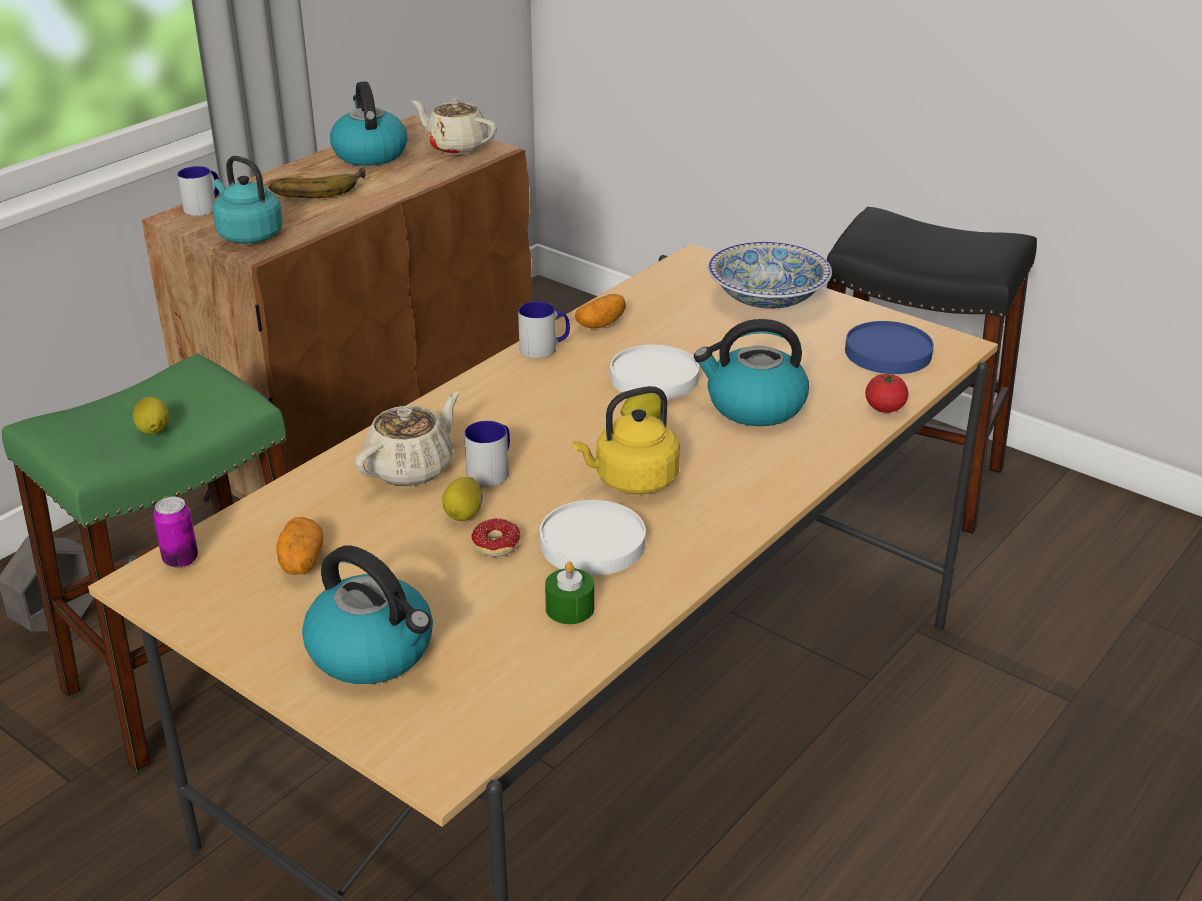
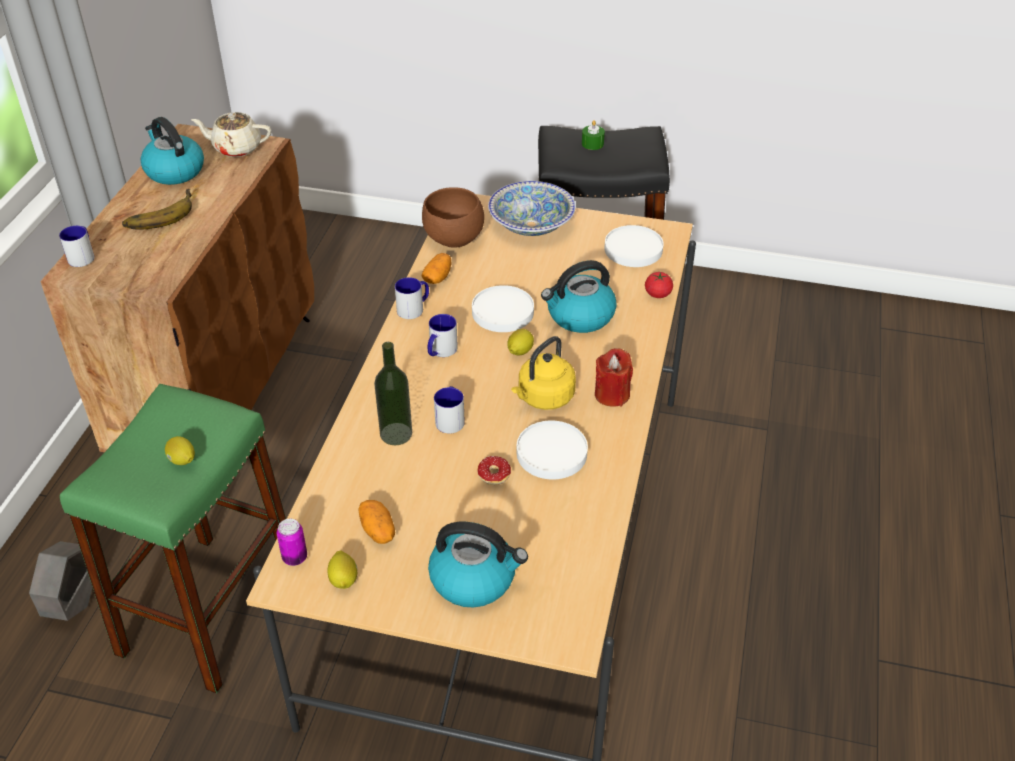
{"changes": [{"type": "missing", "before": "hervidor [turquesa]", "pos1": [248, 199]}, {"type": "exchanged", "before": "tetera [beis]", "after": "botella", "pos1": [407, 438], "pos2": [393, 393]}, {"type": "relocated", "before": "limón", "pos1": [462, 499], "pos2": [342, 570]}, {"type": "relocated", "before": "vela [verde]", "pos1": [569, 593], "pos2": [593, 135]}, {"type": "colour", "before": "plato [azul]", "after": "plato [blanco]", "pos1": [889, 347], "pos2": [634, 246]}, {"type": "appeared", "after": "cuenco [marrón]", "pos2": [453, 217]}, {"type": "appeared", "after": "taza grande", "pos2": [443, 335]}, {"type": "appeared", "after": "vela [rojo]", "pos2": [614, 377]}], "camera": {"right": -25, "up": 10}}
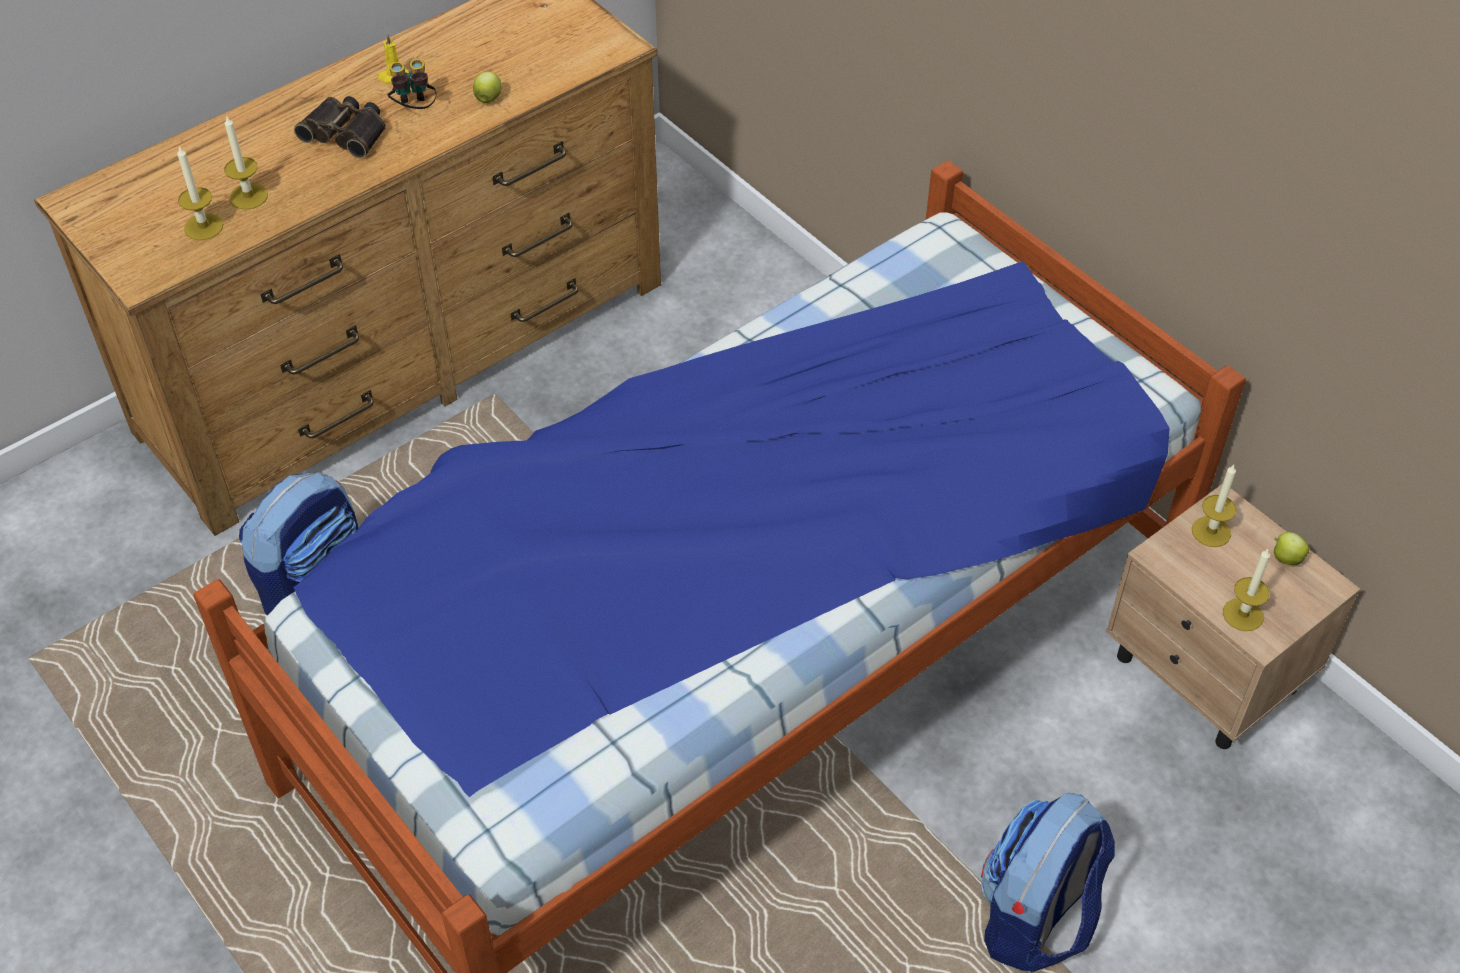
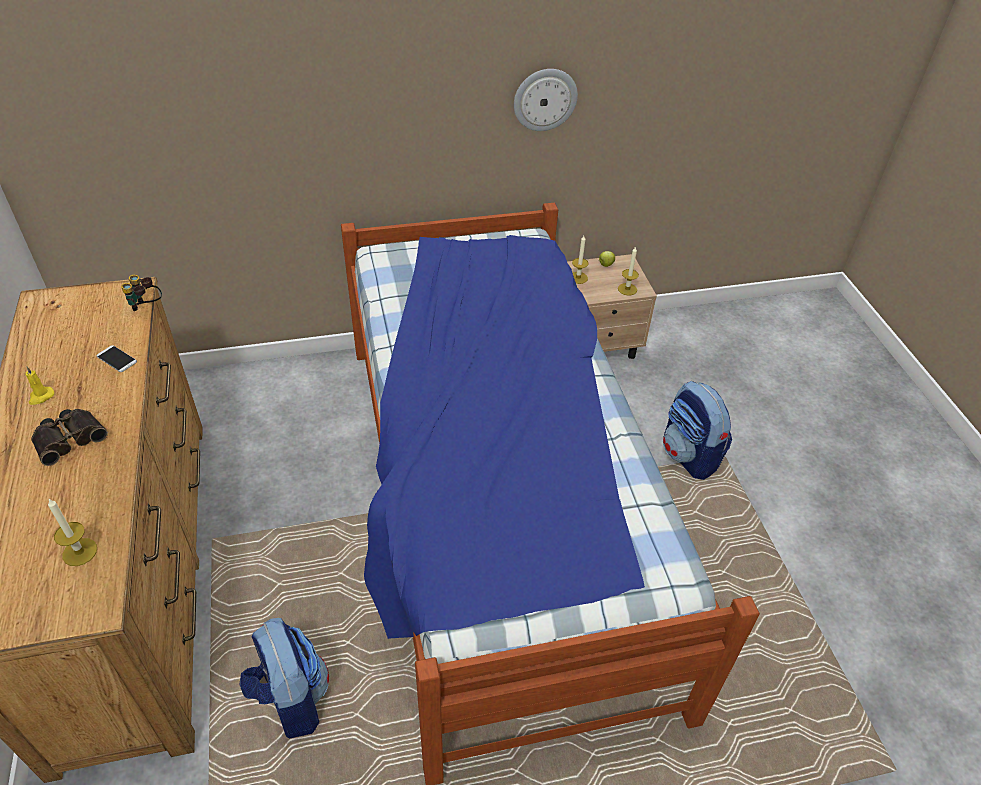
{"changes": [{"type": "missing", "before": "vela", "pos1": [246, 163]}, {"type": "relocated", "before": "prismáticos", "pos1": [411, 84], "pos2": [141, 293]}, {"type": "exchanged", "before": "manzana", "after": "móvil", "pos1": [487, 87], "pos2": [116, 358]}, {"type": "appeared", "after": "reloj de pared", "pos2": [546, 100]}], "camera": {"right": -65, "up": -5}}
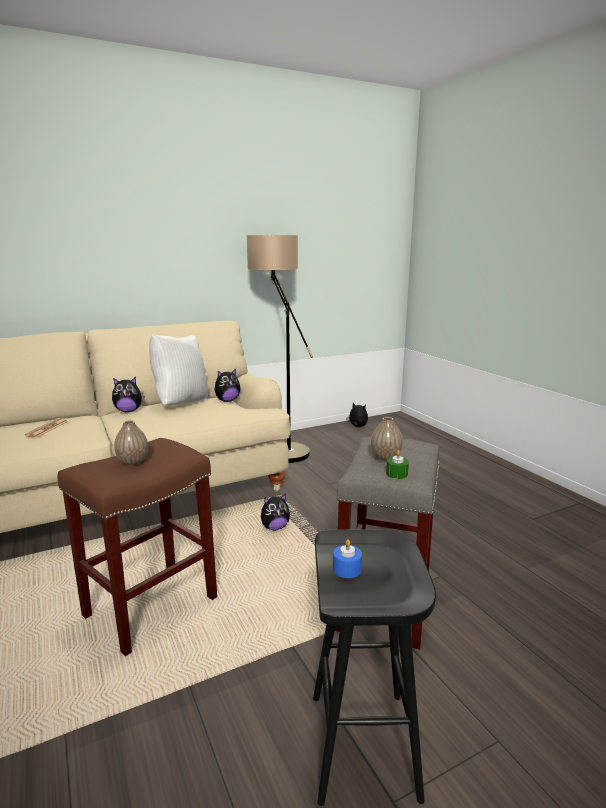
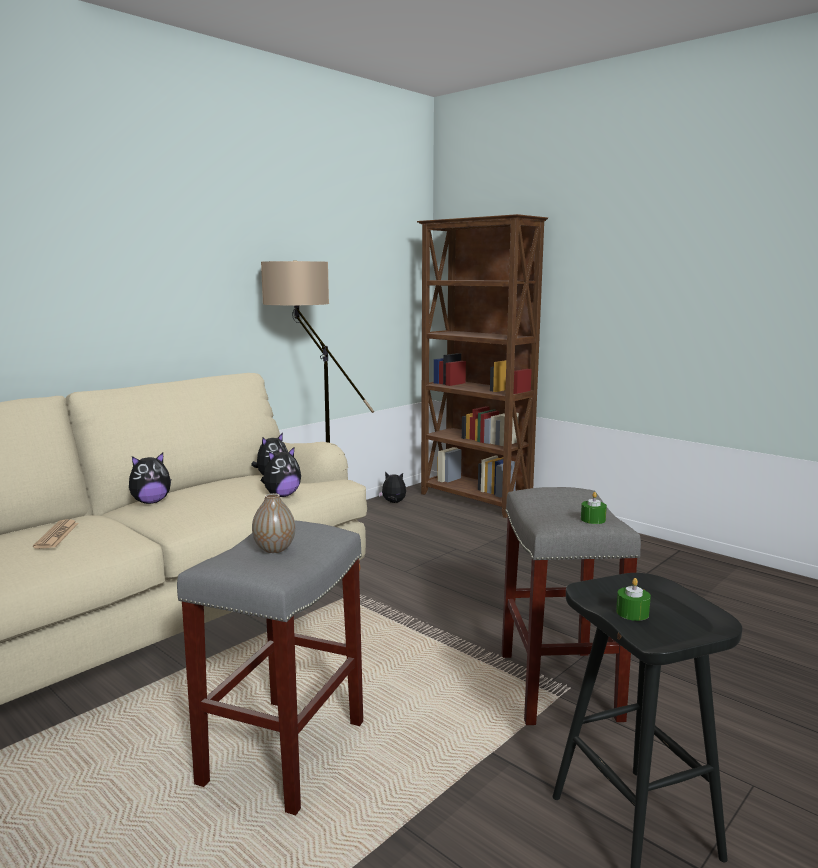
{"changes": [{"type": "colour", "before": "taburete [marrón]", "after": "taburete [gris]", "pos1": [137, 547], "pos2": [270, 668]}, {"type": "missing", "before": "cojín [blanco]", "pos1": [178, 369]}, {"type": "relocated", "before": "peluche", "pos1": [275, 512], "pos2": [281, 471]}, {"type": "colour", "before": "vela [azul]", "after": "vela [verde]", "pos1": [347, 558], "pos2": [633, 599]}, {"type": "missing", "before": "florero", "pos1": [387, 439]}, {"type": "appeared", "after": "estantería [marrón]", "pos2": [482, 366]}], "camera": {"right": -20, "up": -5}}
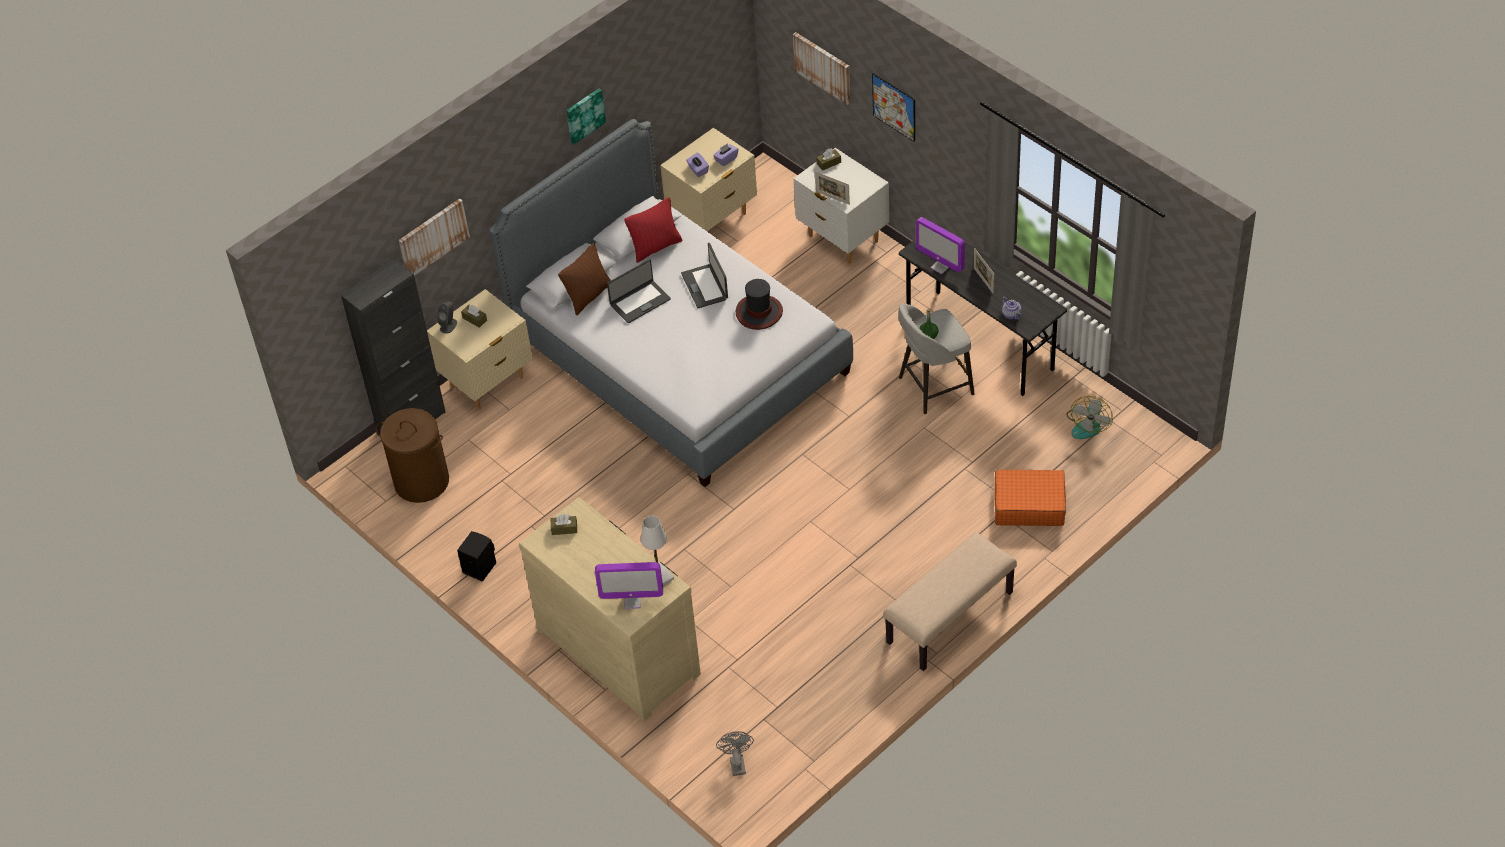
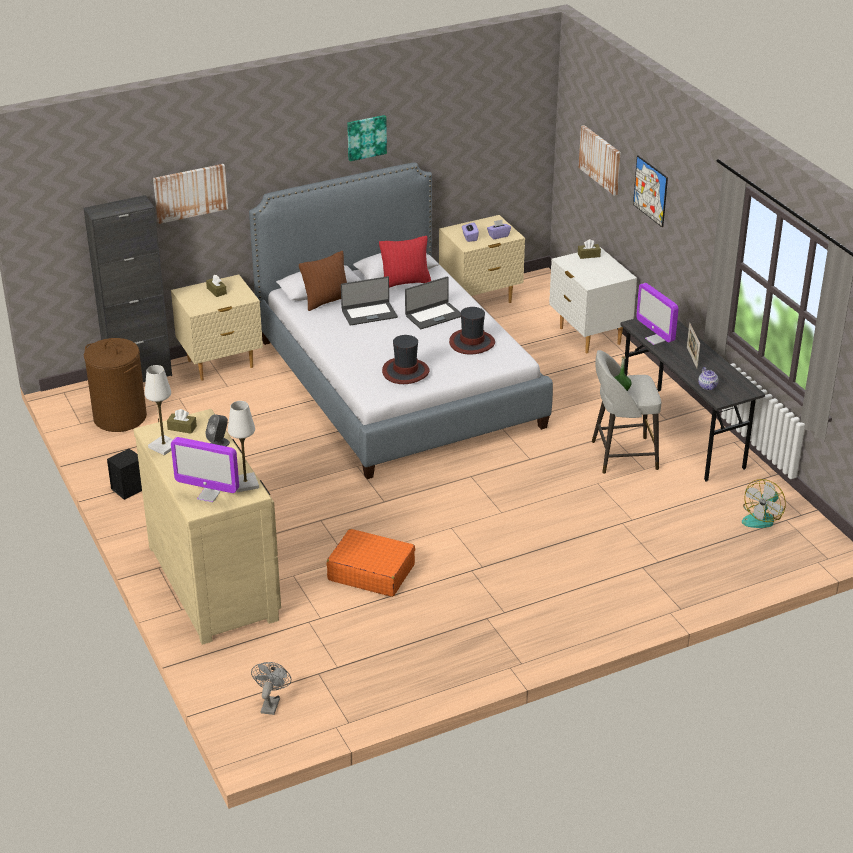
{"changes": [{"type": "relocated", "before": "altavoz [gris]", "pos1": [447, 318], "pos2": [217, 430]}, {"type": "spun", "before": "portátil", "pos1": [704, 275], "pos2": [433, 302], "turn": -120}, {"type": "missing", "before": "portarretratos", "pos1": [832, 188]}, {"type": "missing", "before": "banco [beis]", "pos1": [950, 601]}, {"type": "relocated", "before": "maleta [naranja]", "pos1": [1030, 498], "pos2": [371, 563]}, {"type": "appeared", "after": "lámpara de mesa [blanco]", "pos2": [158, 410]}, {"type": "appeared", "after": "sombrero", "pos2": [405, 359]}], "camera": {"right": 15, "up": -15}}
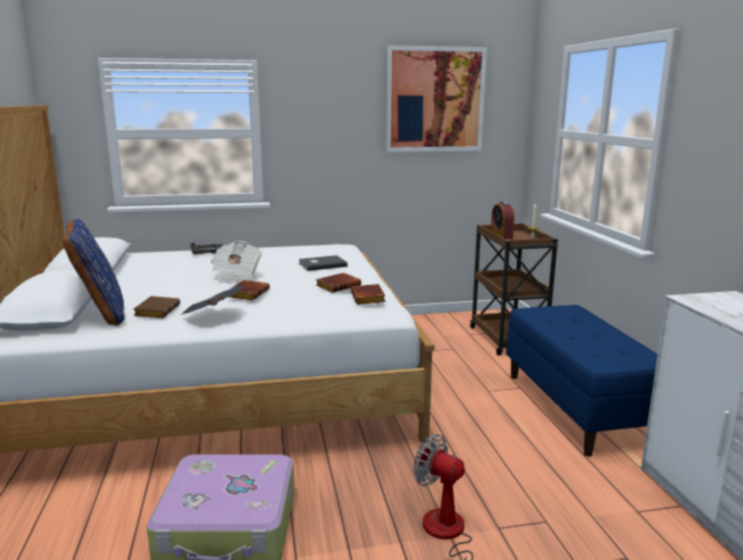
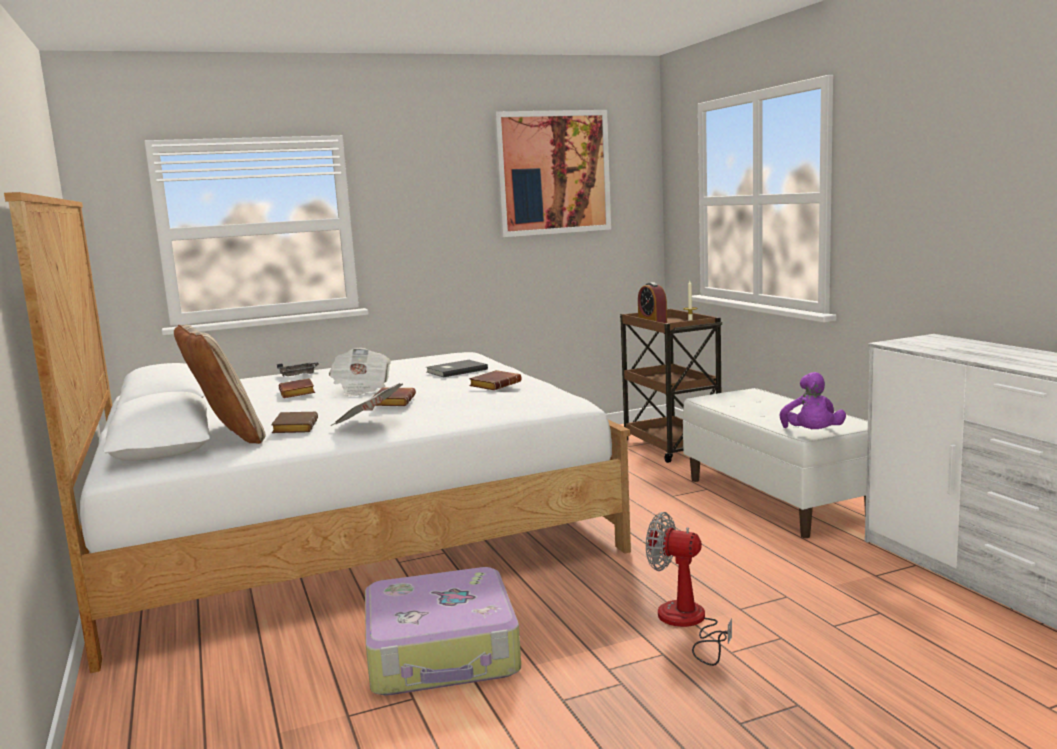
{"changes": [{"type": "colour", "before": "cojín [azul]", "after": "cojín [beis]", "pos1": [94, 272], "pos2": [220, 384]}, {"type": "relocated", "before": "libro [marrón]", "pos1": [368, 294], "pos2": [297, 388]}, {"type": "colour", "before": "banco [azul]", "after": "banco [blanco]", "pos1": [582, 381], "pos2": [775, 463]}, {"type": "appeared", "after": "peluche [morado]", "pos2": [813, 400]}], "camera": {"right": -10, "up": -5}}
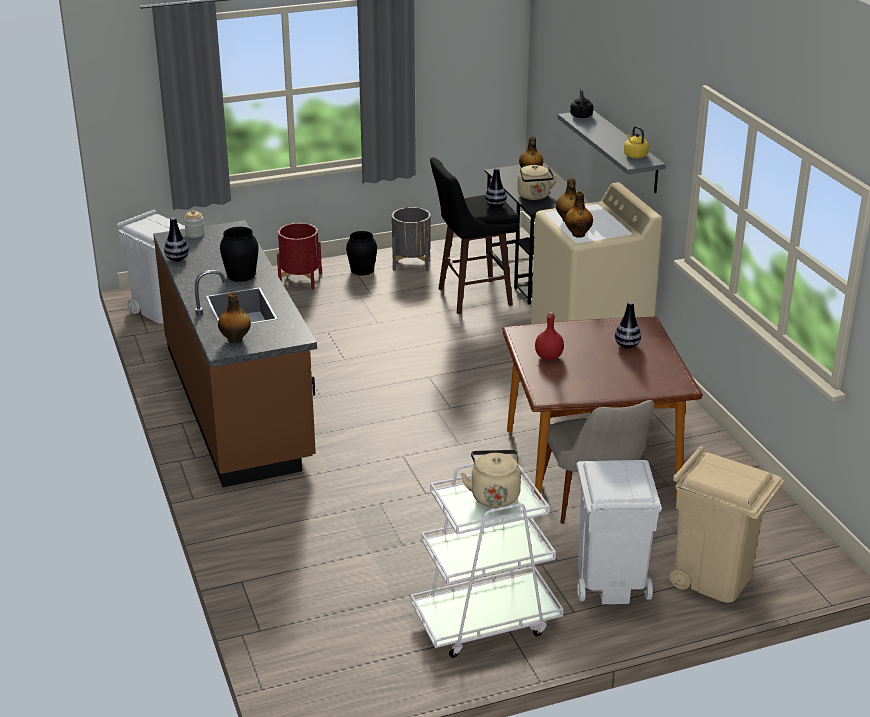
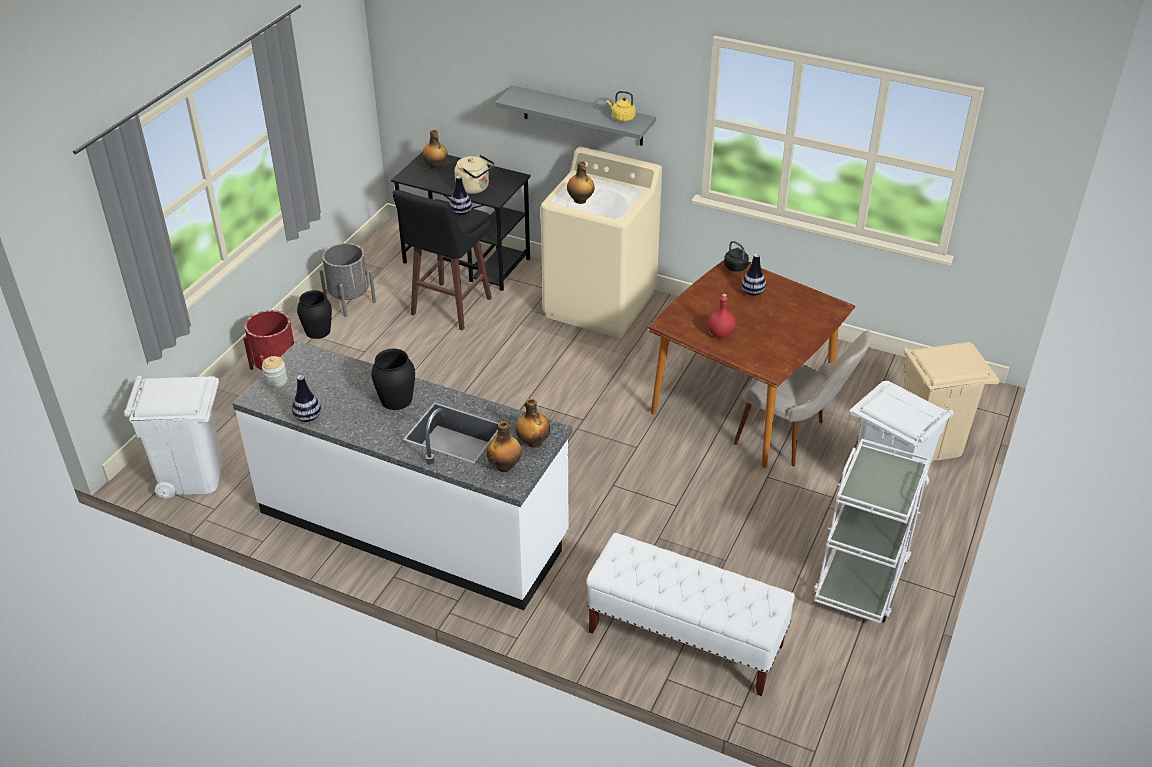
{"changes": [{"type": "colour", "before": "mueble bajo de cocina [marrón]", "after": "mueble bajo de cocina [blanco]", "pos1": [235, 353], "pos2": [402, 475]}, {"type": "missing", "before": "hervidor [beis]", "pos1": [491, 479]}, {"type": "relocated", "before": "botella", "pos1": [579, 214], "pos2": [532, 423]}, {"type": "relocated", "before": "hervidor [negro]", "pos1": [581, 103], "pos2": [737, 256]}, {"type": "appeared", "after": "banco [blanco]", "pos2": [690, 614]}], "camera": {"right": -45, "up": 10}}
